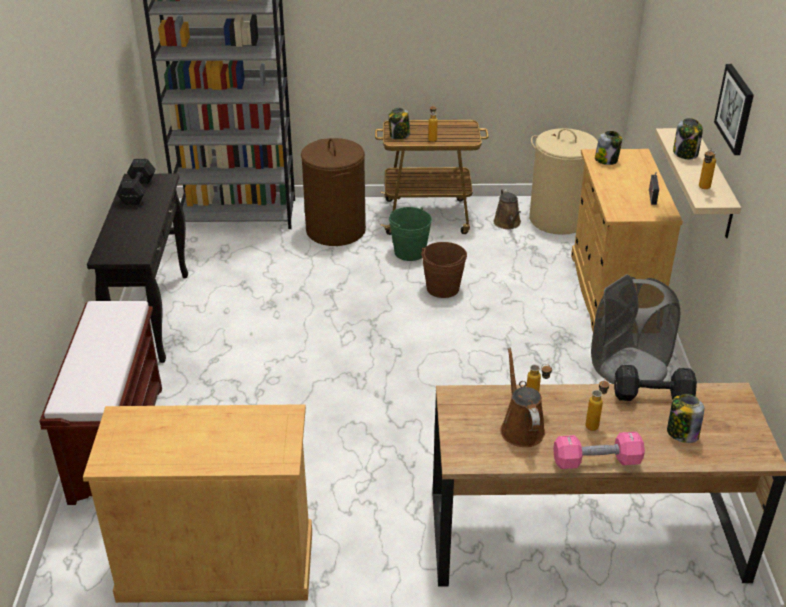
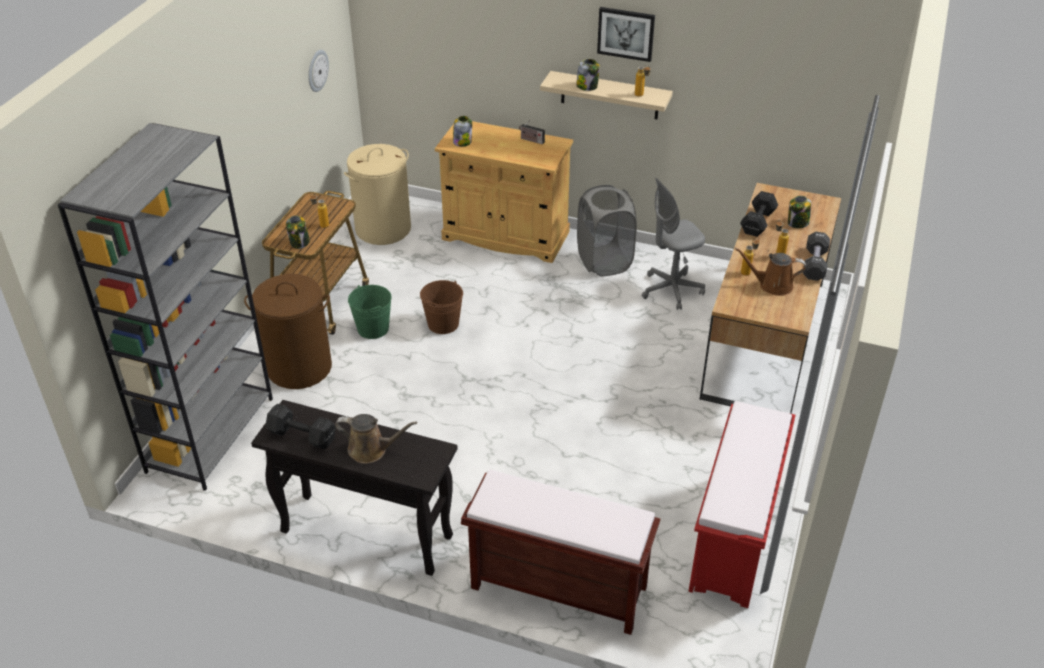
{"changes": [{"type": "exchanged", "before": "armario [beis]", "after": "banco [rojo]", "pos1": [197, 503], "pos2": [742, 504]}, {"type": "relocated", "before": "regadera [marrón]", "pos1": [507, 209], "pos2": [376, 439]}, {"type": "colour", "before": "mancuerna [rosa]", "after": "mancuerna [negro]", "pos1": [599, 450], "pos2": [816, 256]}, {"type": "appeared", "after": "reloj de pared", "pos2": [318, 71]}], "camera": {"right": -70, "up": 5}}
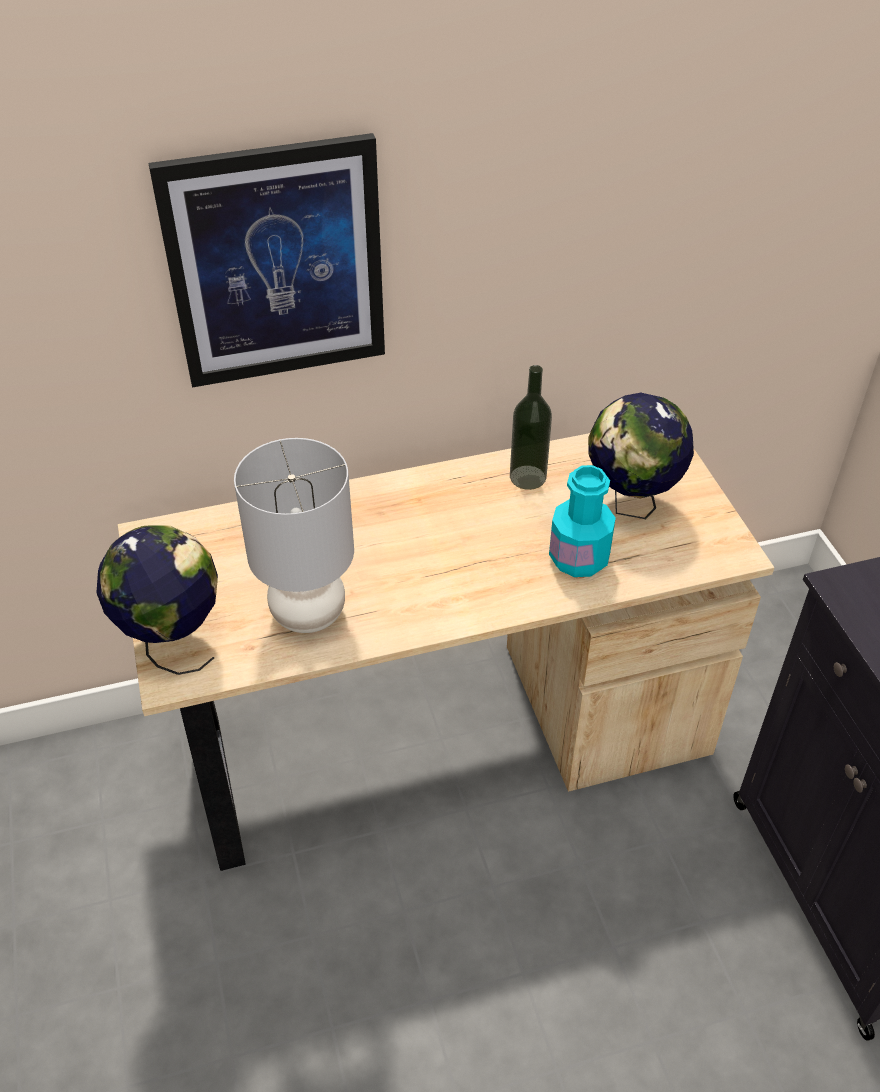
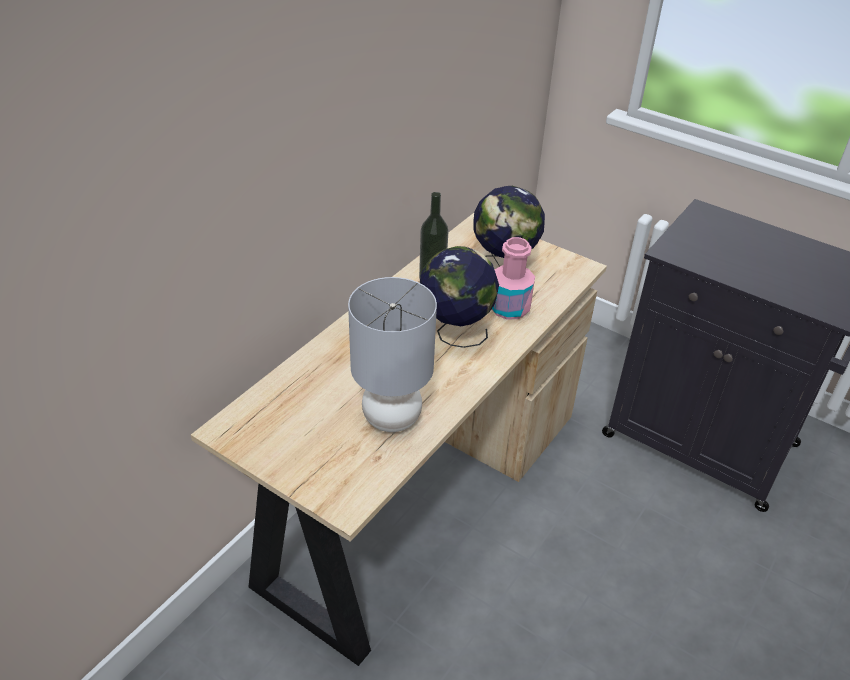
{"changes": [{"type": "relocated", "before": "globo terráqueo", "pos1": [157, 600], "pos2": [459, 297]}, {"type": "missing", "before": "cuadro", "pos1": [266, 260]}, {"type": "colour", "before": "botella [turquesa]", "after": "botella [rosa]", "pos1": [582, 521], "pos2": [513, 278]}], "camera": {"right": -40, "up": -5}}
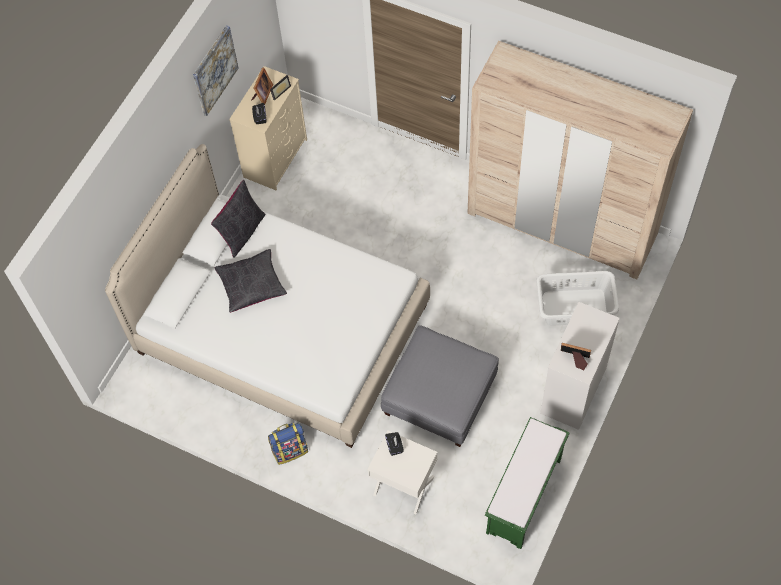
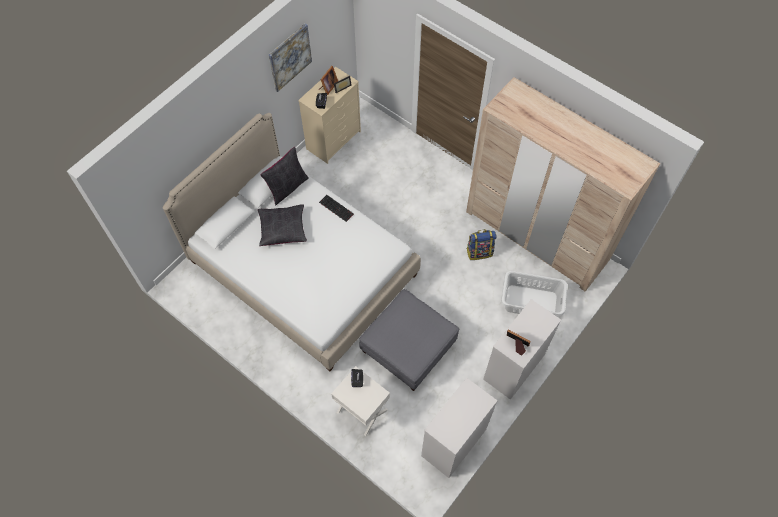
{"changes": [{"type": "relocated", "before": "mochila", "pos1": [288, 444], "pos2": [481, 244]}, {"type": "exchanged", "before": "banco [verde]", "after": "cómoda [blanco]", "pos1": [527, 483], "pos2": [459, 428]}, {"type": "appeared", "after": "teclado", "pos2": [336, 208]}], "camera": {"right": 10, "up": 0}}
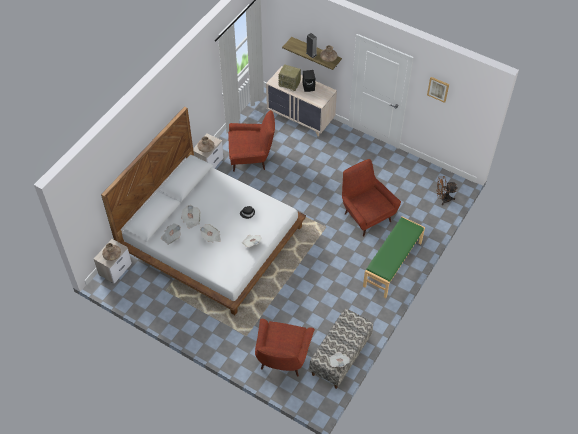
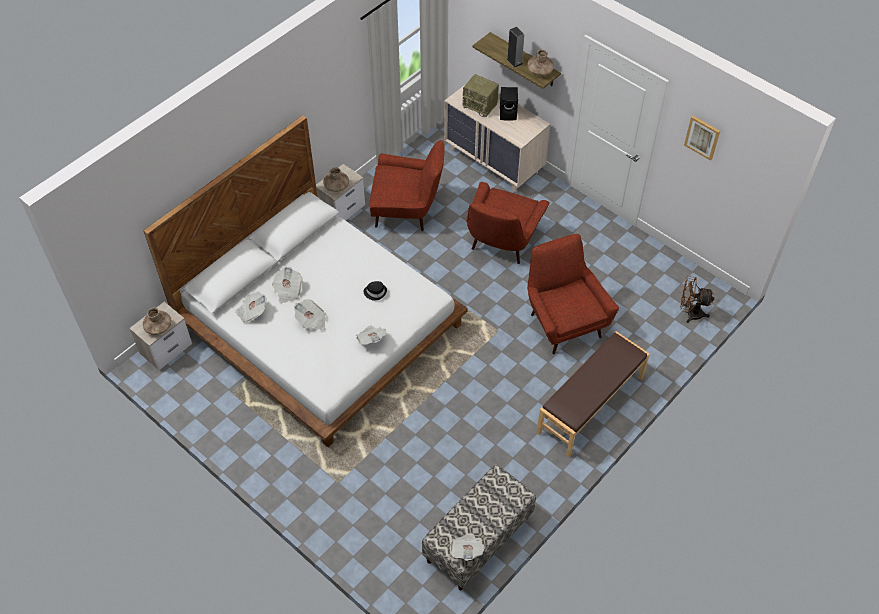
{"changes": [{"type": "relocated", "before": "sillón [rojo]", "pos1": [285, 348], "pos2": [508, 223]}, {"type": "colour", "before": "banco [verde]", "after": "banco [marrón]", "pos1": [394, 257], "pos2": [593, 394]}], "camera": {"right": 10, "up": 0}}
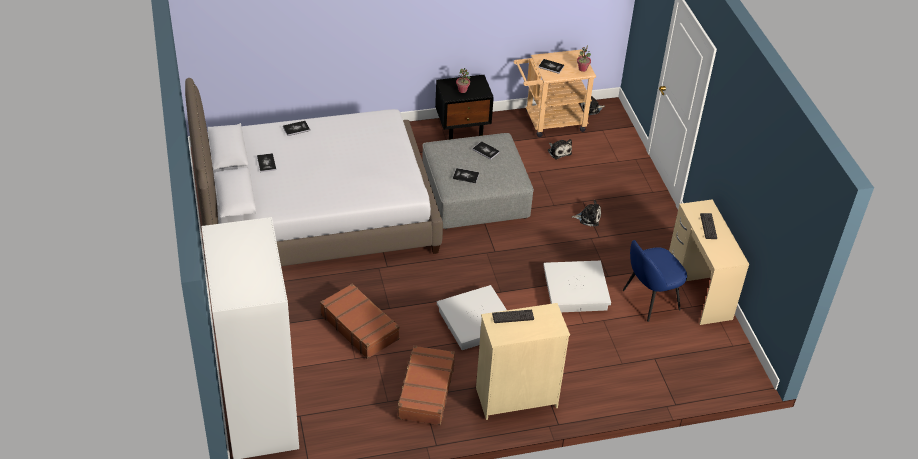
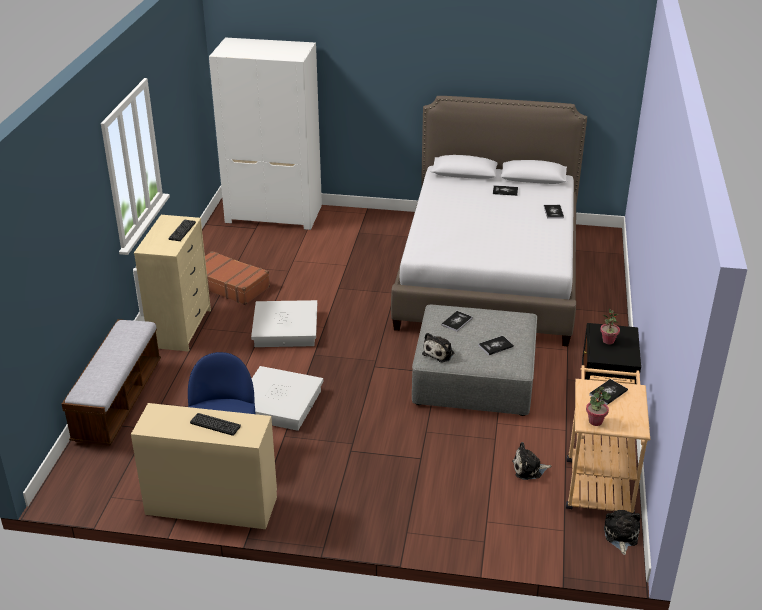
{"changes": [{"type": "missing", "before": "maleta [marrón]", "pos1": [360, 321]}, {"type": "relocated", "before": "peluche", "pos1": [586, 213], "pos2": [438, 348]}, {"type": "appeared", "after": "banco", "pos2": [111, 382]}], "camera": {"right": 115, "up": -10}}
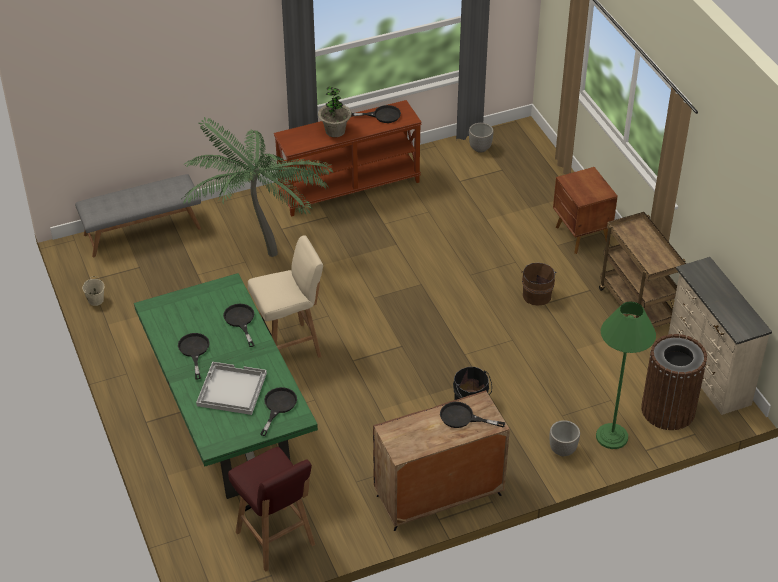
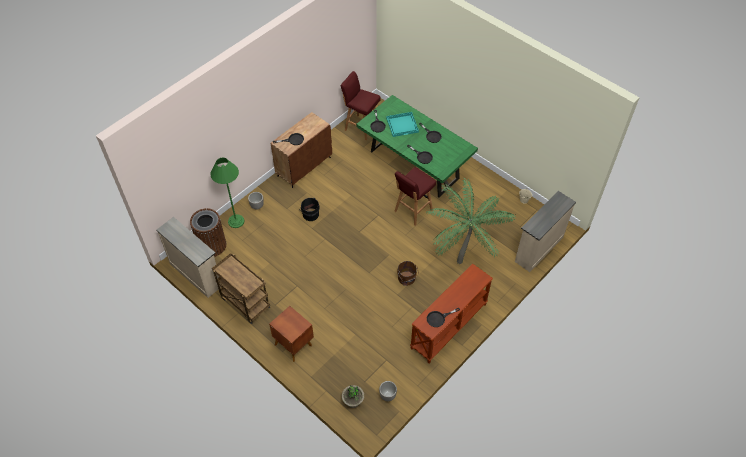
{"changes": [{"type": "exchanged", "before": "banco [gris]", "after": "cómoda [beis]", "pos1": [138, 215], "pos2": [545, 231]}, {"type": "colour", "before": "bandeja [blanco]", "after": "bandeja [turquesa]", "pos1": [231, 388], "pos2": [402, 124]}, {"type": "colour", "before": "taburete [beis]", "after": "taburete [rojo]", "pos1": [285, 296], "pos2": [415, 196]}, {"type": "relocated", "before": "planta en maceta", "pos1": [335, 111], "pos2": [353, 396]}, {"type": "relocated", "before": "cubo [marrón]", "pos1": [539, 284], "pos2": [407, 273]}], "camera": {"right": 155, "up": 10}}
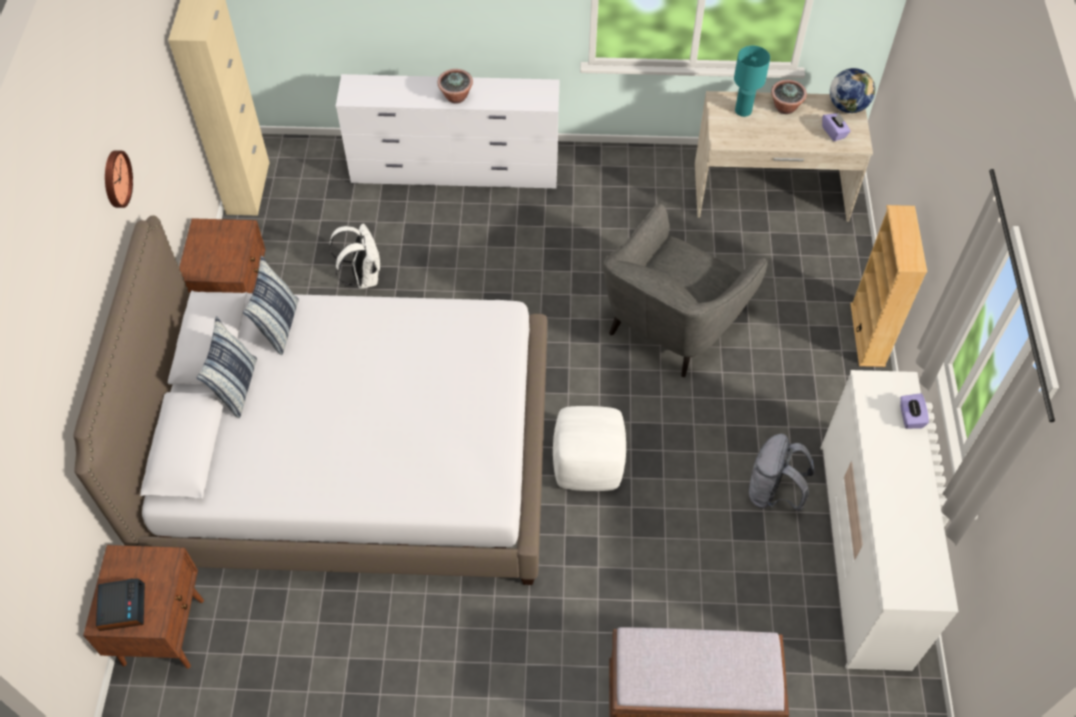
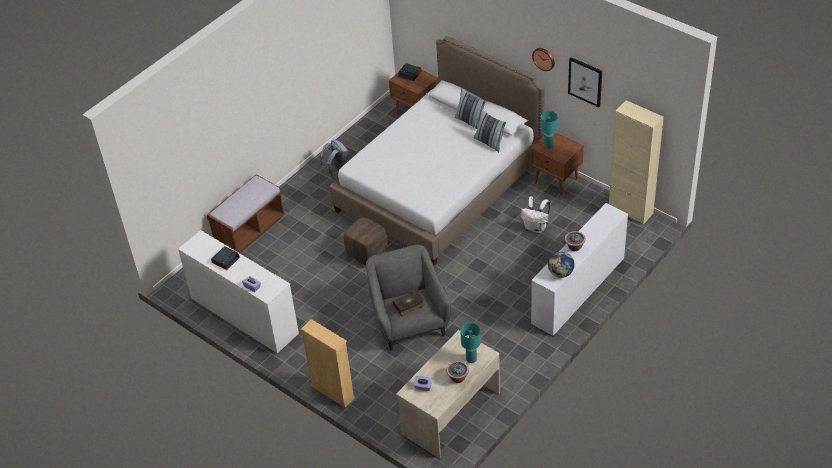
{"changes": [{"type": "colour", "before": "puf [blanco]", "after": "puf [marrón]", "pos1": [589, 448], "pos2": [366, 241]}, {"type": "relocated", "before": "mochila [gris]", "pos1": [782, 473], "pos2": [335, 157]}, {"type": "relocated", "before": "globo terráqueo", "pos1": [852, 90], "pos2": [561, 264]}, {"type": "appeared", "after": "despertador", "pos2": [225, 258]}, {"type": "appeared", "after": "libro", "pos2": [408, 303]}, {"type": "appeared", "after": "lámpara de mesa [turquesa]", "pos2": [549, 130]}, {"type": "appeared", "after": "cuadro", "pos2": [585, 82]}], "camera": {"right": 130, "up": -10}}
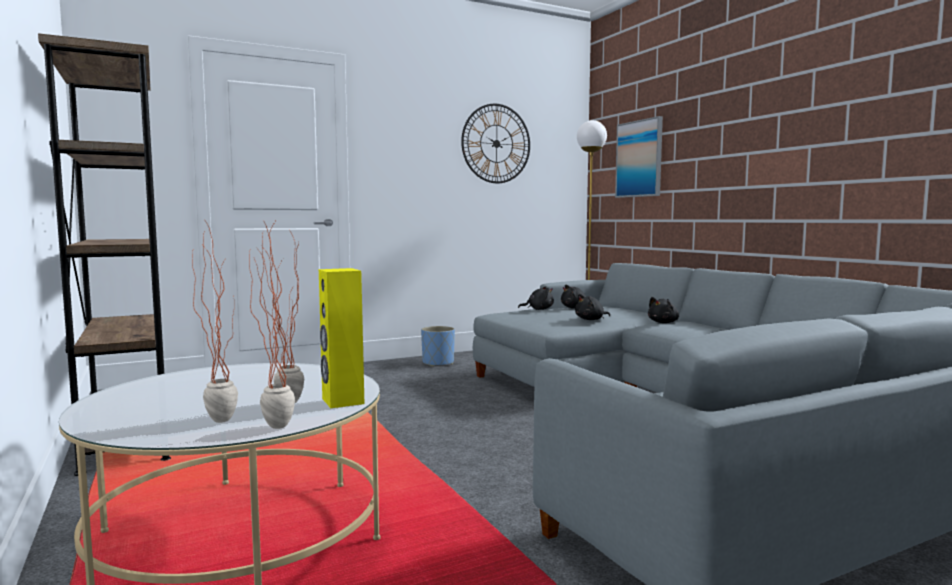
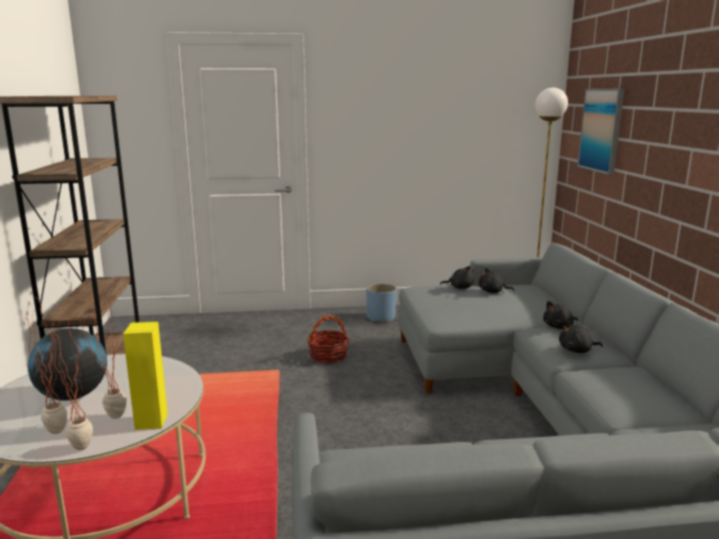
{"changes": [{"type": "missing", "before": "reloj de pared", "pos1": [495, 143]}, {"type": "relocated", "before": "peluche [negro]", "pos1": [592, 307], "pos2": [581, 336]}, {"type": "appeared", "after": "globo terráqueo", "pos2": [67, 364]}, {"type": "appeared", "after": "cesta", "pos2": [328, 339]}], "camera": {"right": 20, "up": 10}}
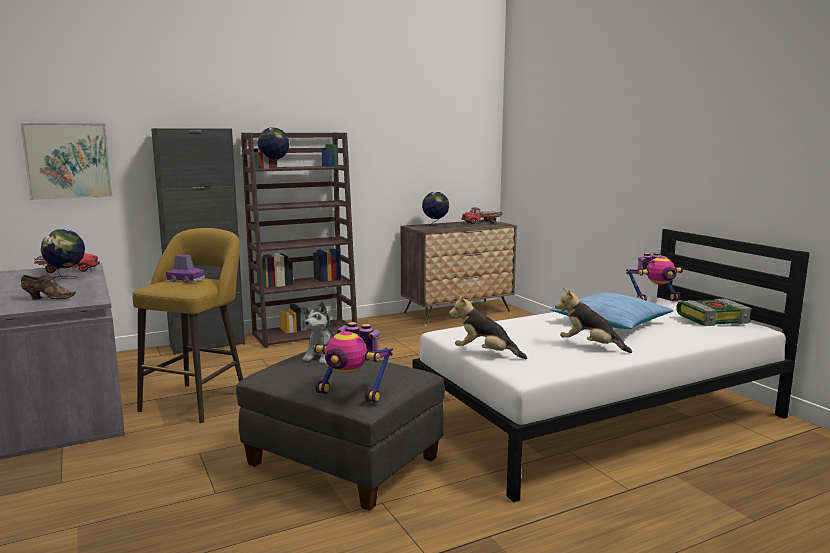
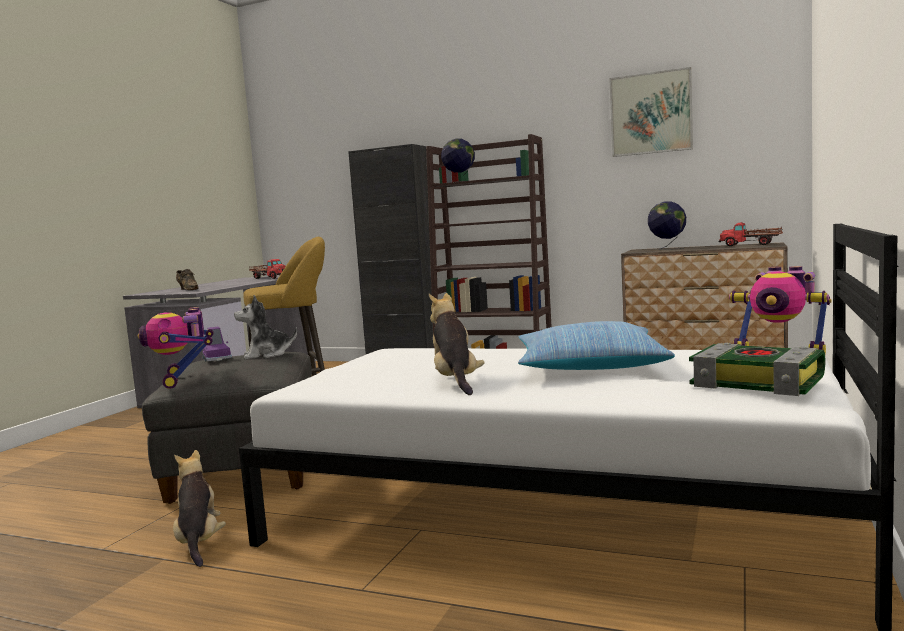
{"changes": [{"type": "relocated", "before": "cuadro", "pos1": [66, 161], "pos2": [651, 112]}, {"type": "missing", "before": "globo terráqueo", "pos1": [62, 254]}, {"type": "relocated", "before": "coche de juguete [morado]", "pos1": [185, 269], "pos2": [217, 344]}, {"type": "relocated", "before": "peluche", "pos1": [488, 326], "pos2": [199, 508]}], "camera": {"right": 50, "up": -5}}
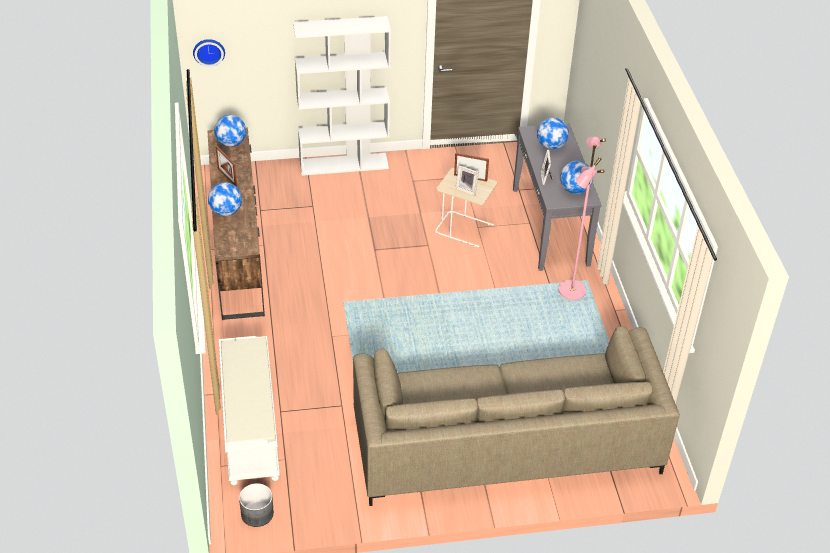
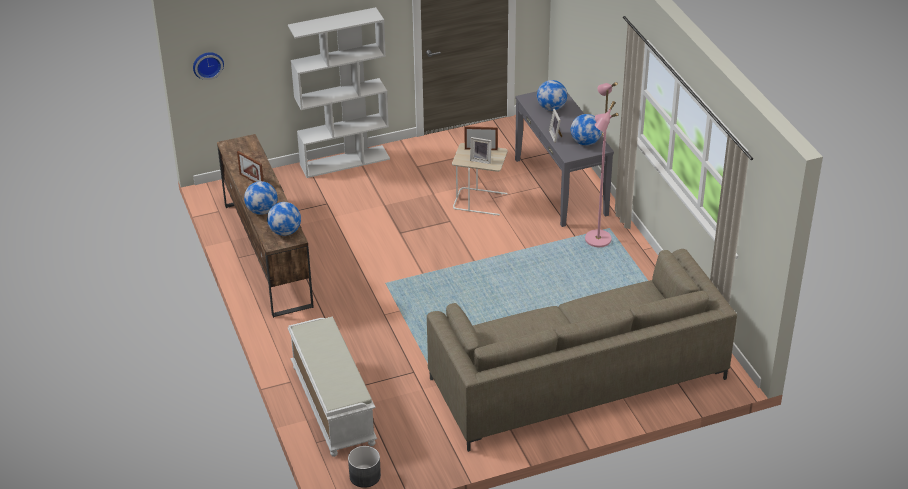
{"changes": [{"type": "relocated", "before": "globo terráqueo", "pos1": [230, 131], "pos2": [284, 219]}], "camera": {"right": -10, "up": -5}}
